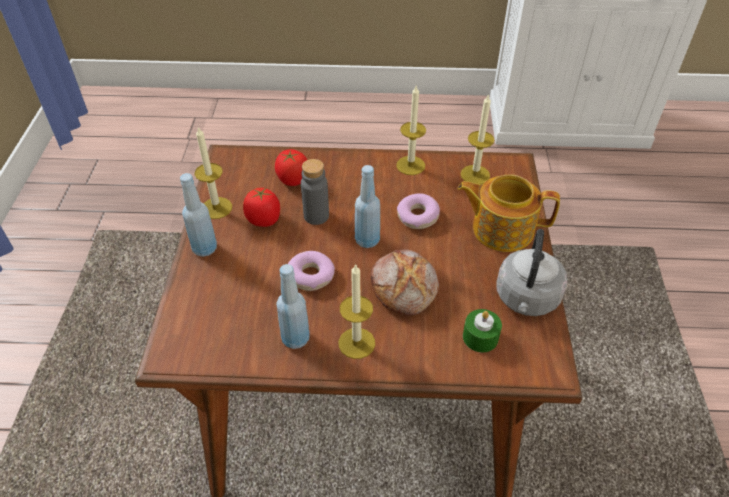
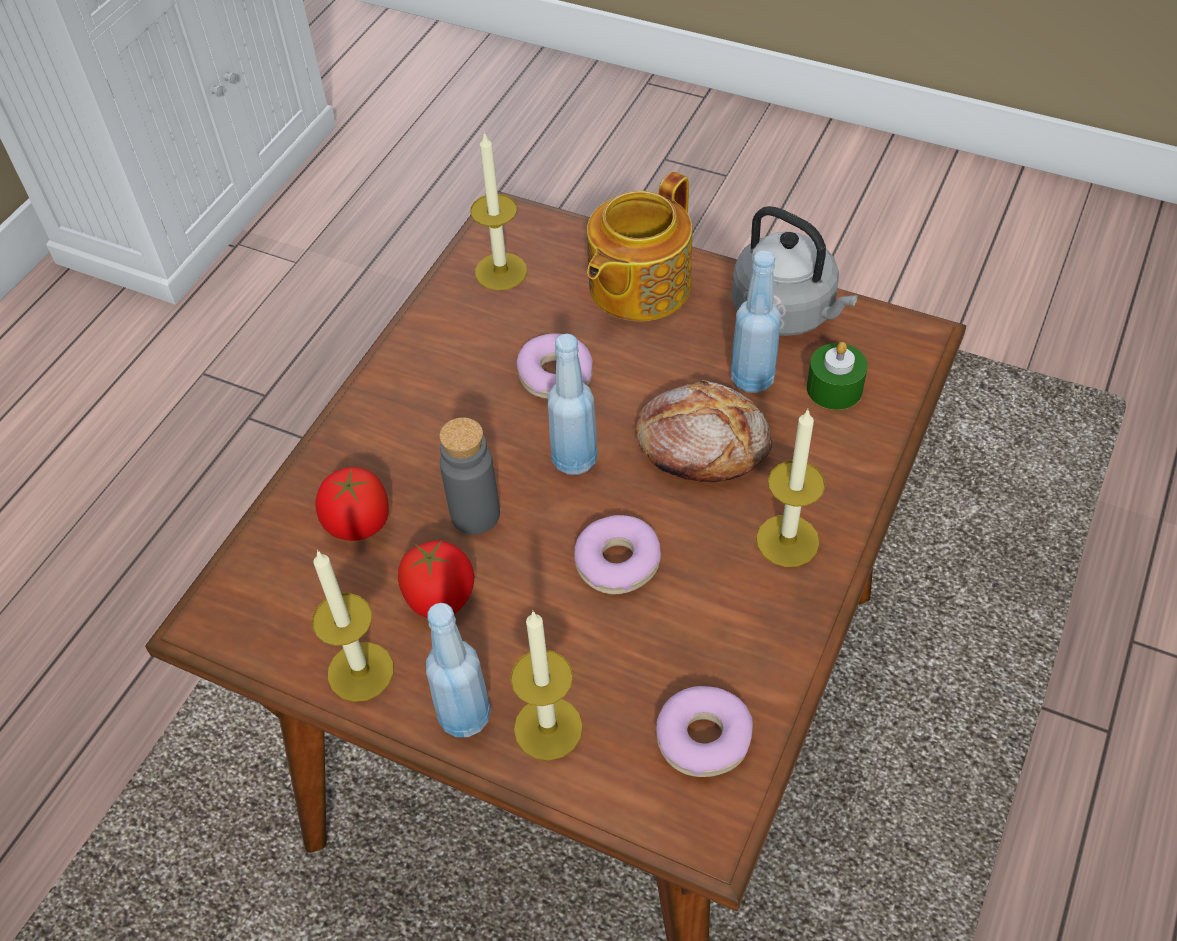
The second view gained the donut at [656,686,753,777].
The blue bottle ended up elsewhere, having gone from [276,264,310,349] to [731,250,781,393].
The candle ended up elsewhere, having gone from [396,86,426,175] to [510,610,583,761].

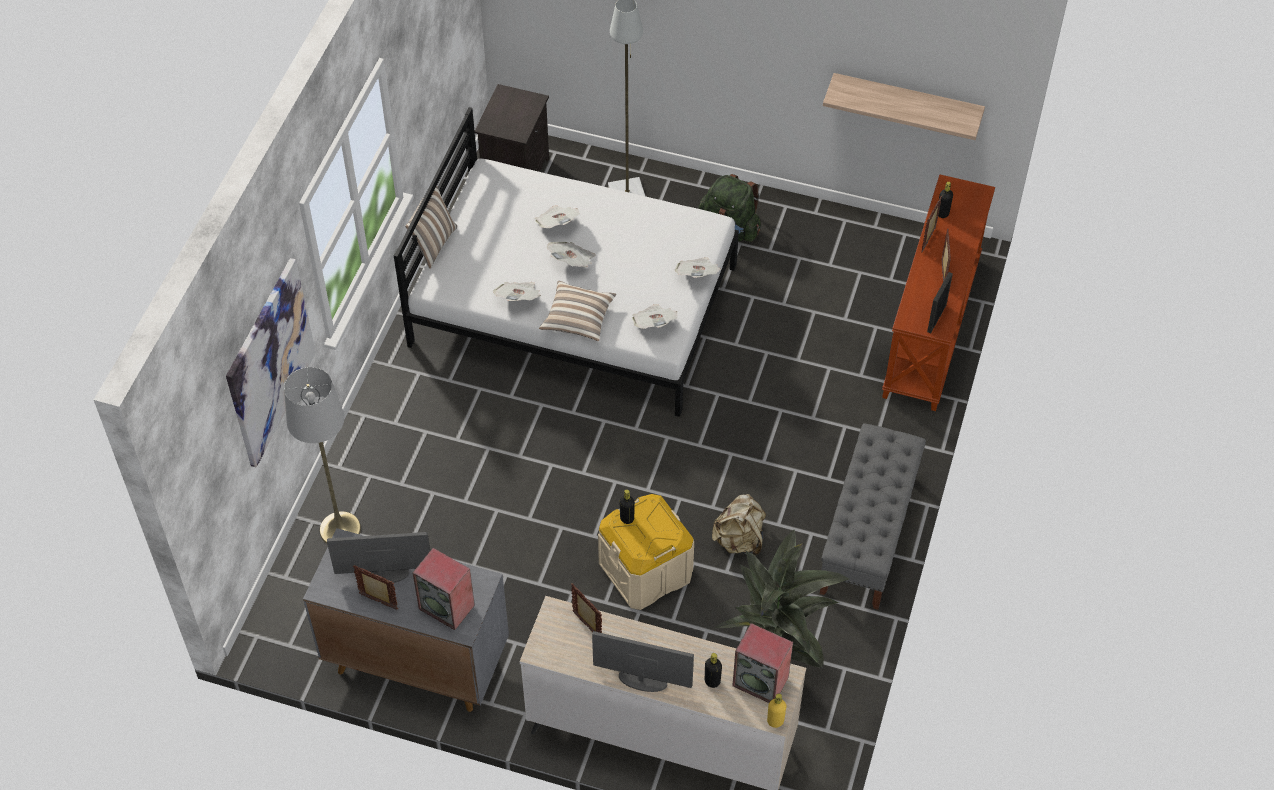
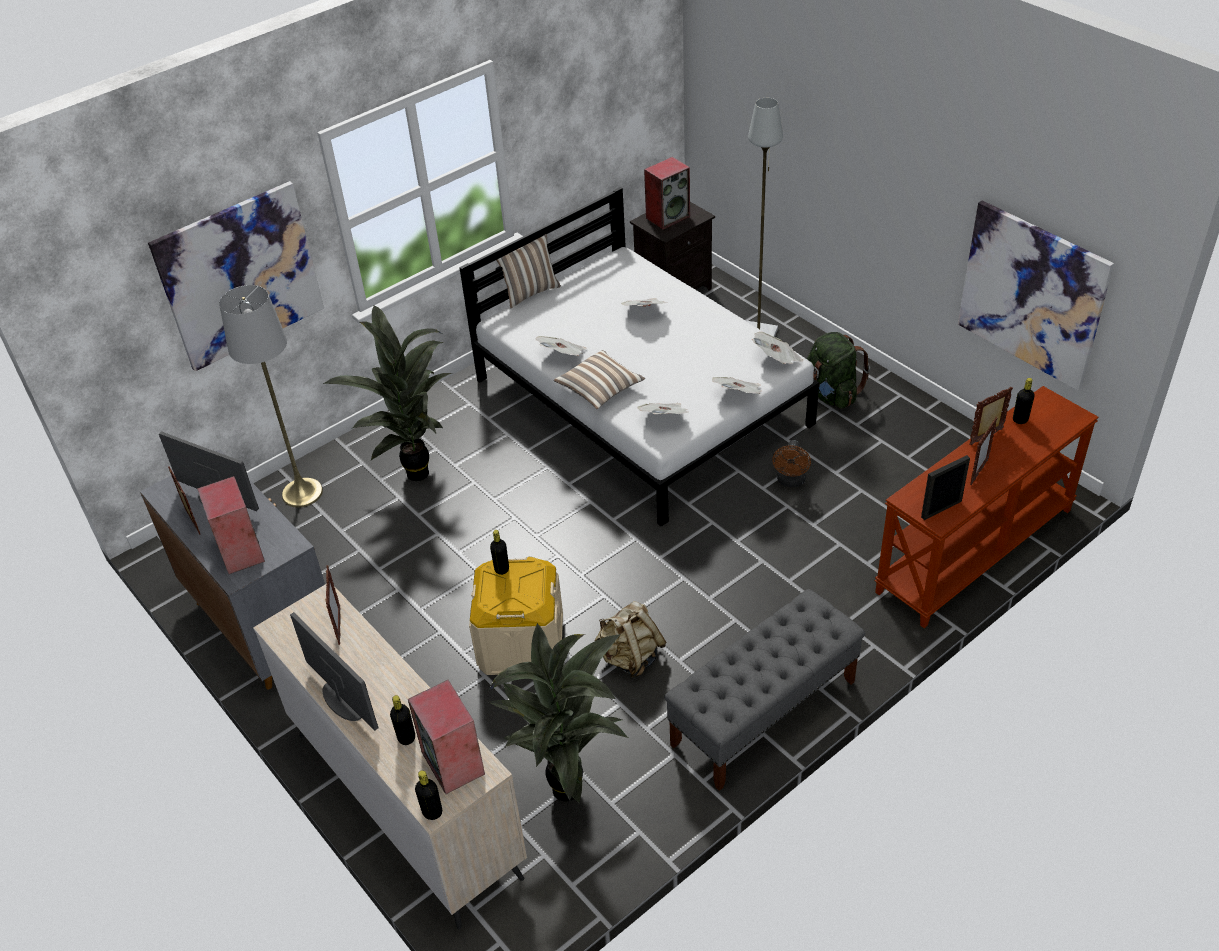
The second view gained the potted plant at [323,305,452,481].
The second view gained the speaker at [644,157,690,230].
The second view gained the brown fan at [772,440,811,487].
The newspaper ended up elsewhere, having gone from [547,242,596,267] to [752,332,803,364].
Where the shelf hung at [823,73,985,140], the picture came to hang at [958,201,1114,390].
What was the yellow bottle at [767,694,786,728] turned into the black bottle at [415,770,442,820].

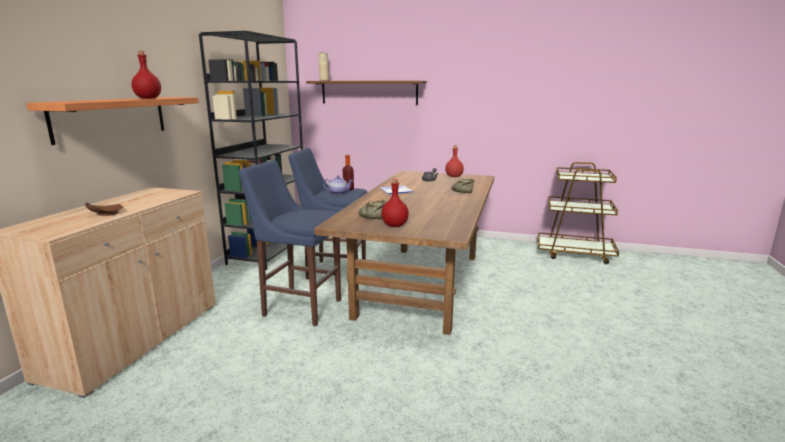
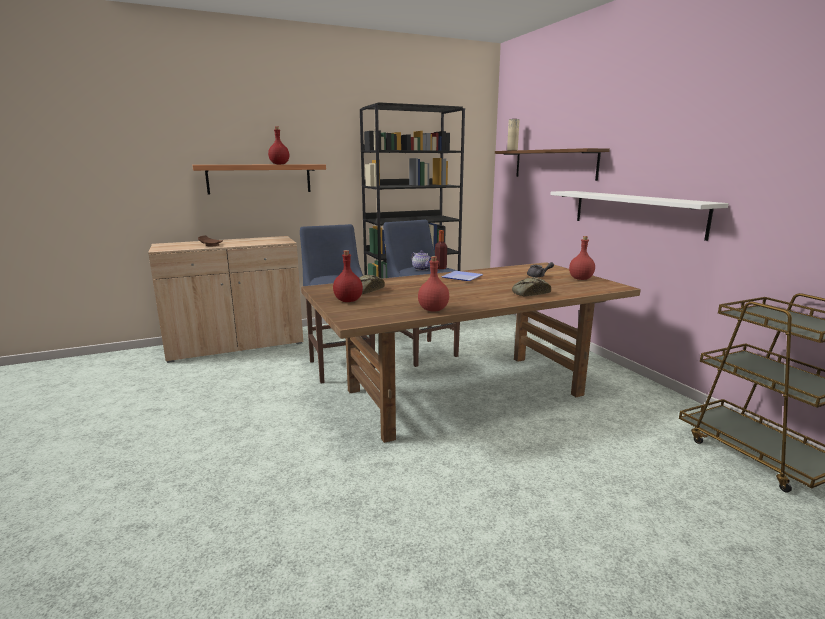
The second view gained the red bottle at [418,256,449,312].
The second view gained the white shelf at [550,191,729,241].

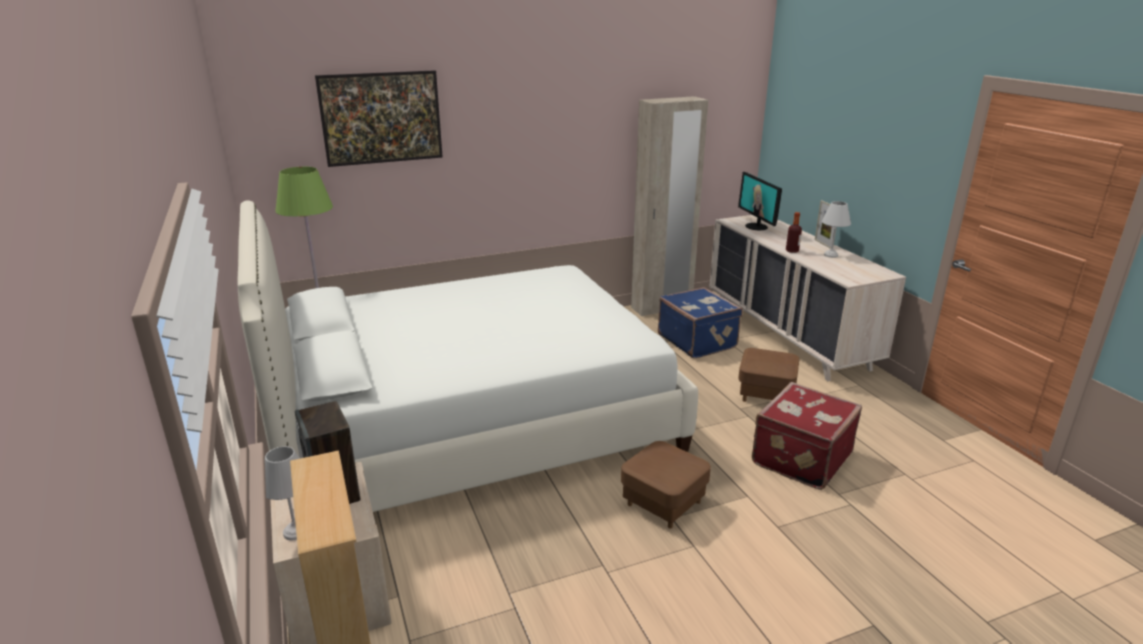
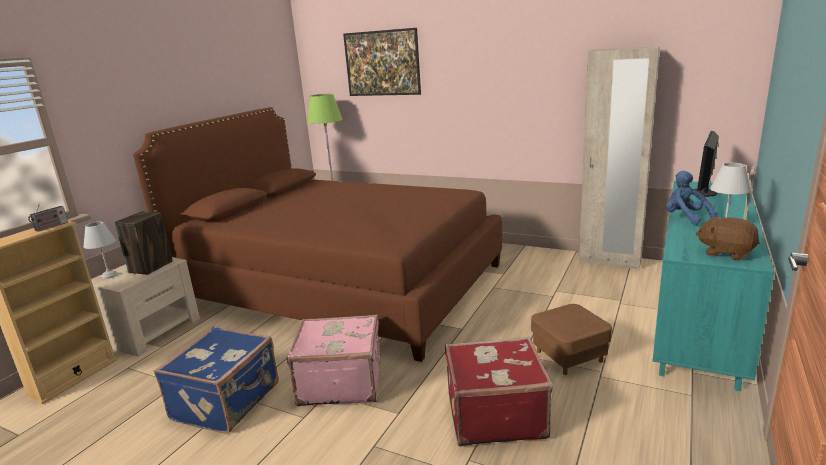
The second view gained the radio at [28,202,68,232].
The second view gained the brown plush toy at [696,216,760,261].
The blue suitcase ended up elsewhere, having gone from [658,287,743,358] to [154,327,279,434].
Where the brown ottoman stood at [621,441,711,529], the pink suitcase came to stand at [287,314,381,407].
Where the bottle stood at [786,212,802,253], the blue plush toy came to stand at [666,171,717,225].
What was the white bed at [238,200,698,512] turned into the brown bed at [133,107,502,362].
What was the beige dresser at [709,215,906,381] turned into the turquoise dresser at [653,181,774,391].

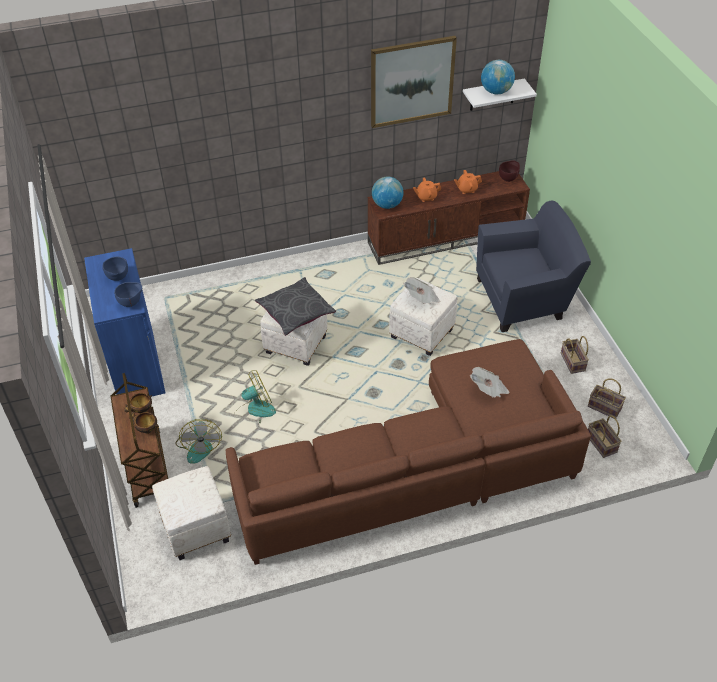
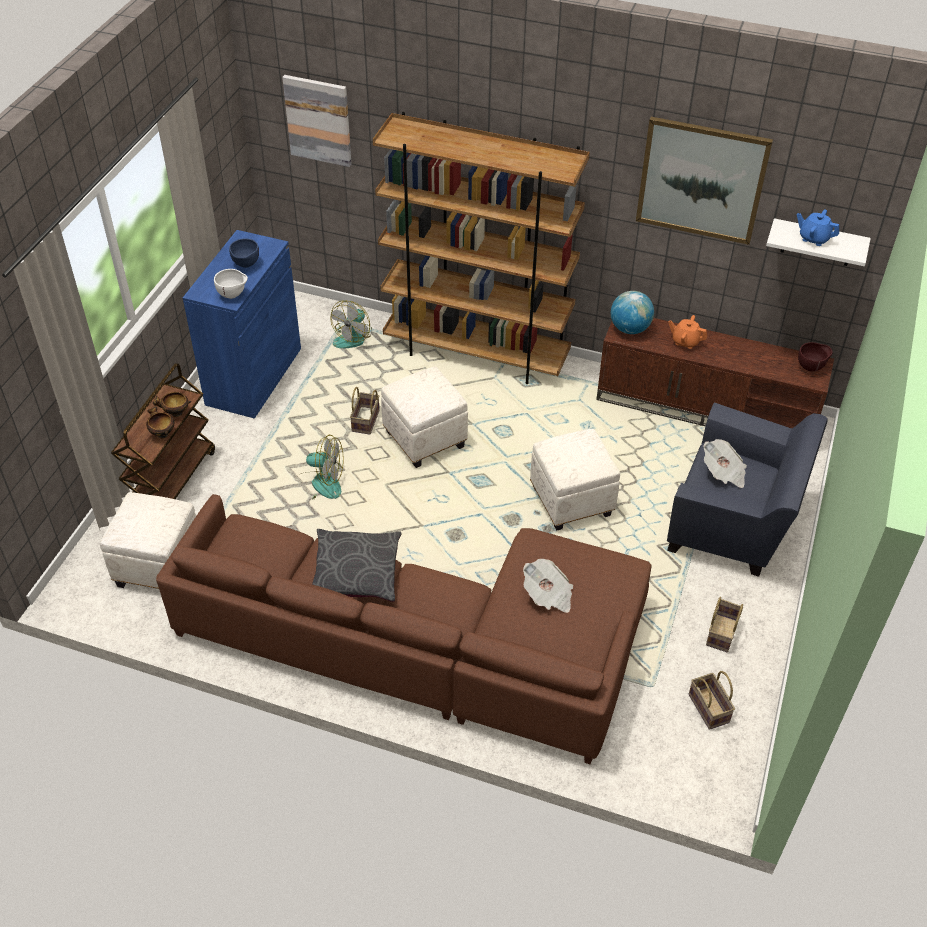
The second view lost the orange teapot at [454,170,482,194].
The second view gained the picture at [282,75,351,167].
The second view gained the brown bookcase at [373,112,590,384].
The fan ended up elsewhere, having gone from [176,419,222,464] to [330,300,372,348].
The grey pillow ended up elsewhere, having gone from [255,277,336,336] to [312,529,402,602].
The newspaper ended up elsewhere, having gone from [403,277,440,304] to [704,439,747,488].
The basket ended up elsewhere, having gone from [588,415,622,458] to [350,387,380,435].
Where the globe stood at [481,60,515,94], the blue teapot came to stand at [797,209,839,246].
What was the blue bowl at [114,282,142,307] turned into the white bowl at [214,269,248,299].

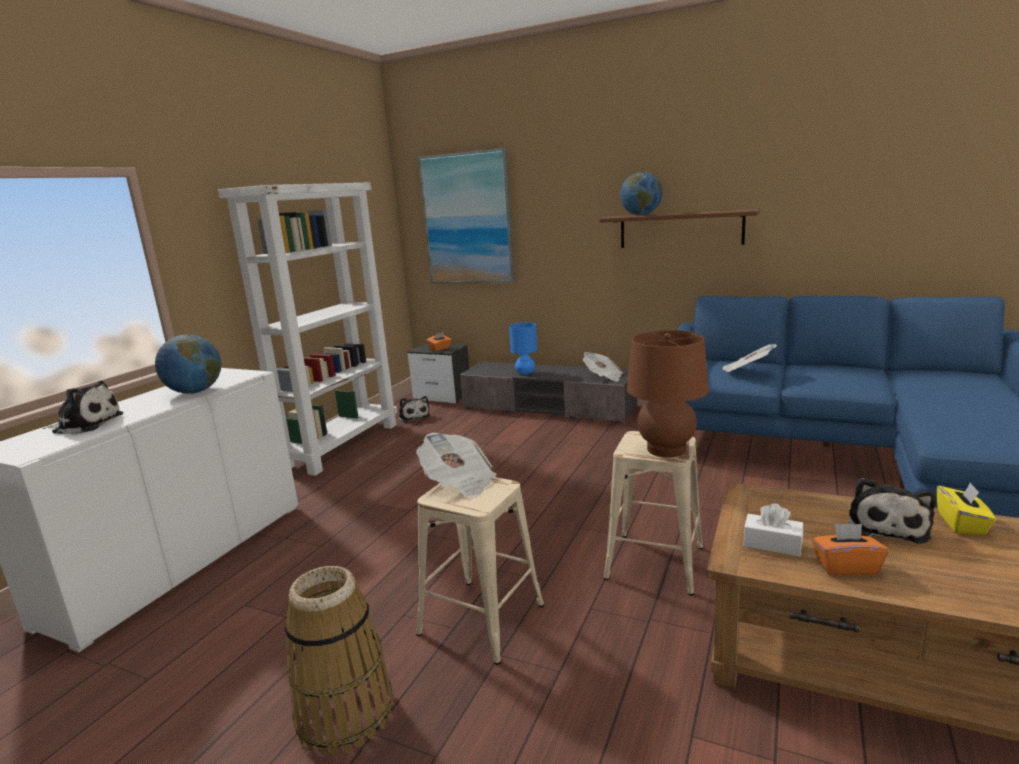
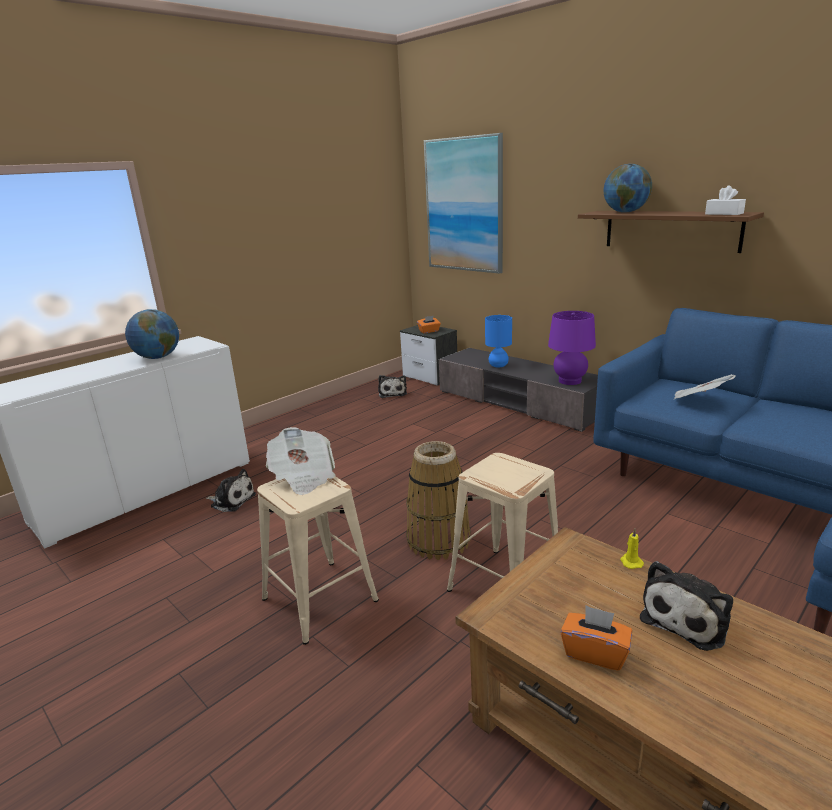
The second view lost the white bookcase at [218,182,397,476].
The second view lost the brown table lamp at [627,330,709,457].
The second view lost the yellow tissue box at [937,482,996,535].
The second view gained the yellow candle at [620,529,644,569].
The plush toy ended up elsewhere, having gone from [43,380,124,435] to [206,469,256,512].
The basket ended up elsewhere, having gone from [285,566,393,755] to [406,441,471,560].
The white tissue box ended up elsewhere, having gone from [743,503,803,557] to [705,185,746,215].
Where the newspaper stood at [583,352,623,381], the purple table lamp came to stand at [548,311,596,385].

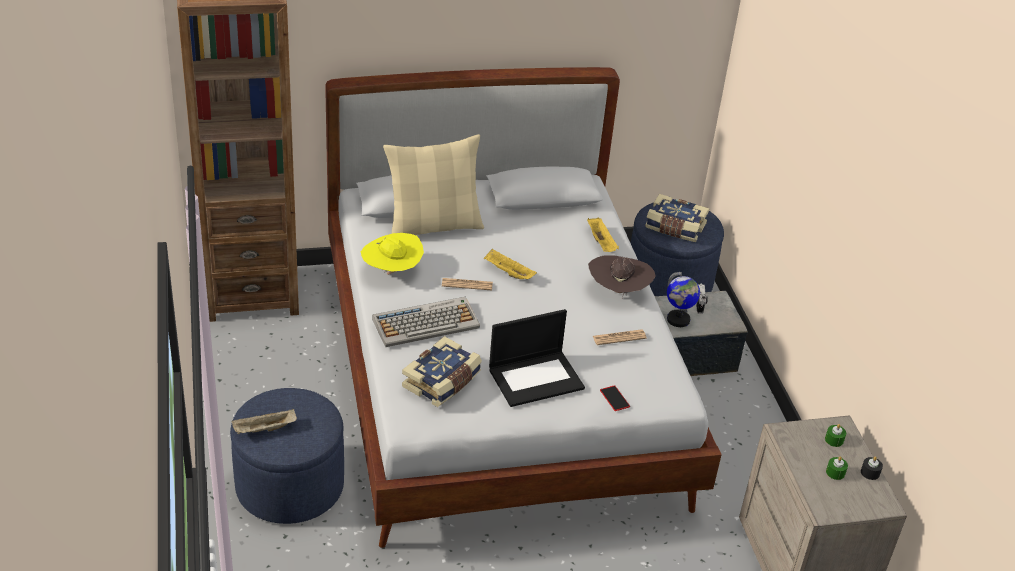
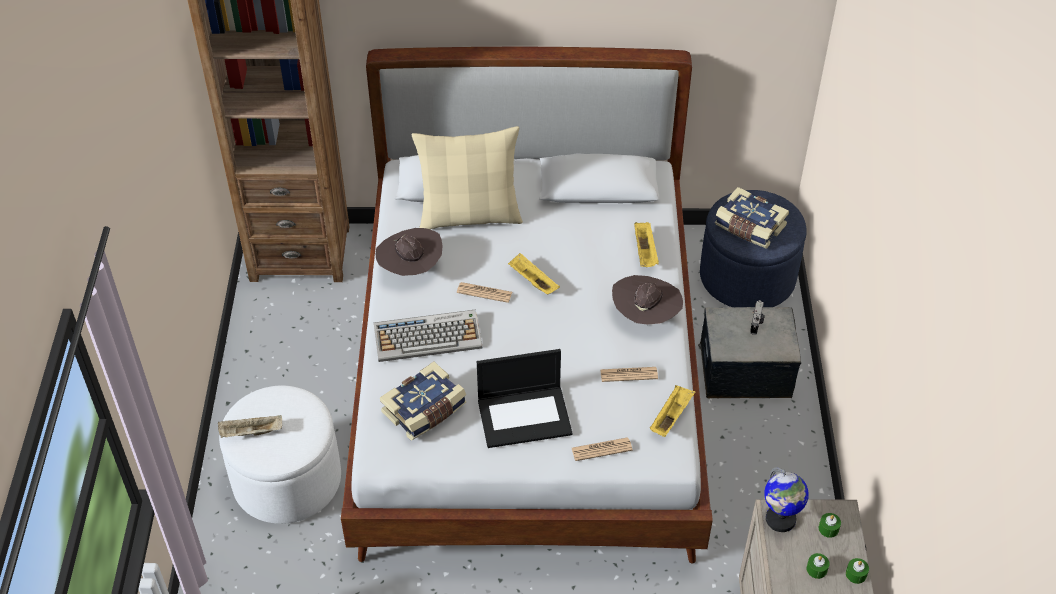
The second view gained the yellow tray at [650,385,696,437].
The globe ended up elsewhere, having gone from [667,272,700,327] to [764,467,809,532].
Where the phone stood at [600,385,630,411], the newspaper came to stand at [572,437,633,461].
What was the blue ottoman at [230,388,344,524] turned into the white ottoman at [219,385,341,524].
What was the yellow hat at [361,233,424,275] turned into the brown hat at [375,228,443,276].
What was the black candle at [861,457,883,480] turned into the green candle at [846,558,869,584].

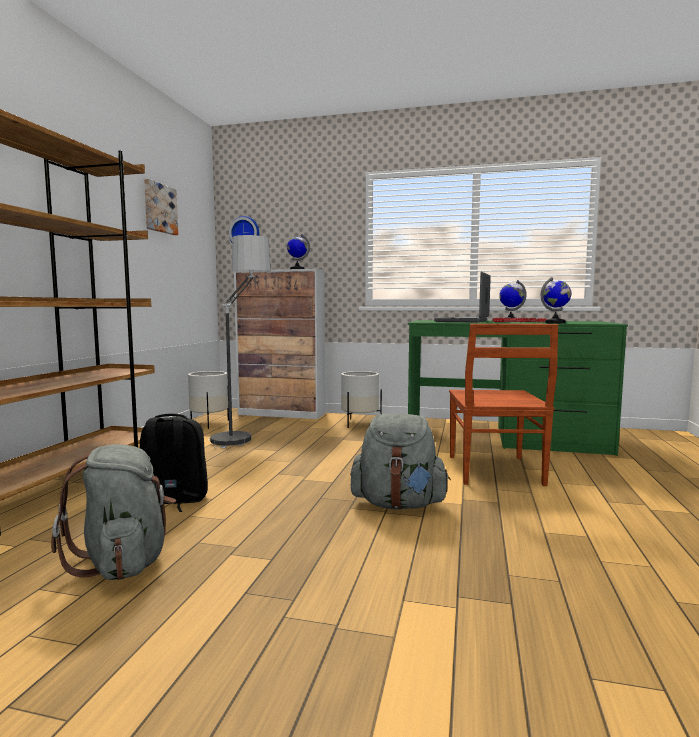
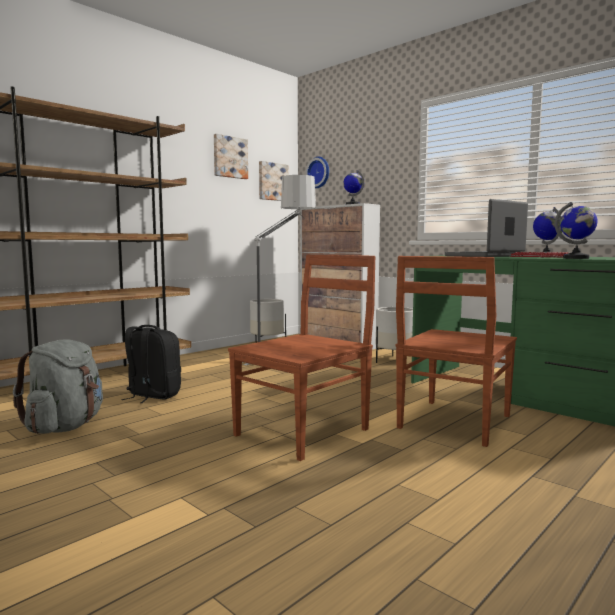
The second view gained the picture at [259,161,288,201].
Where the grey backpack stood at [350,413,451,509], the brown chair came to stand at [228,255,376,461].

